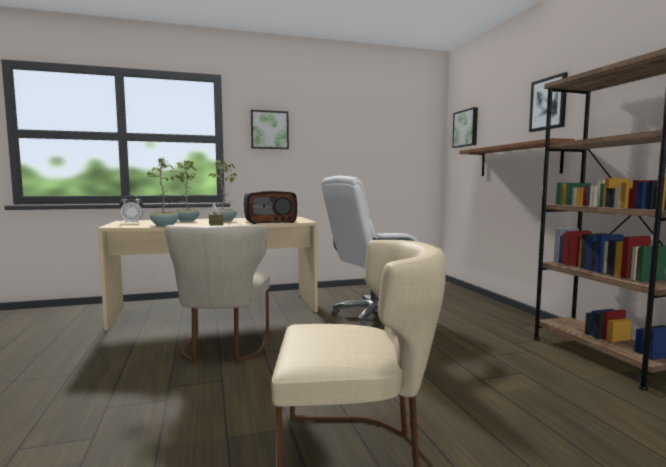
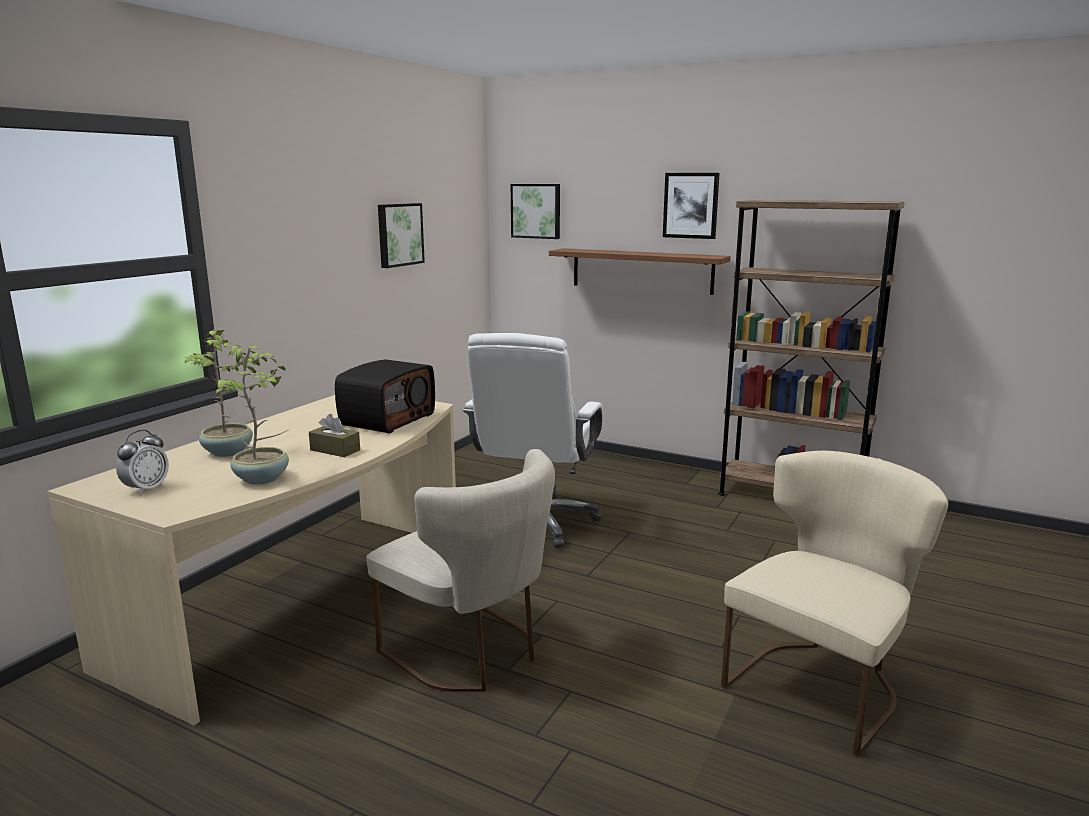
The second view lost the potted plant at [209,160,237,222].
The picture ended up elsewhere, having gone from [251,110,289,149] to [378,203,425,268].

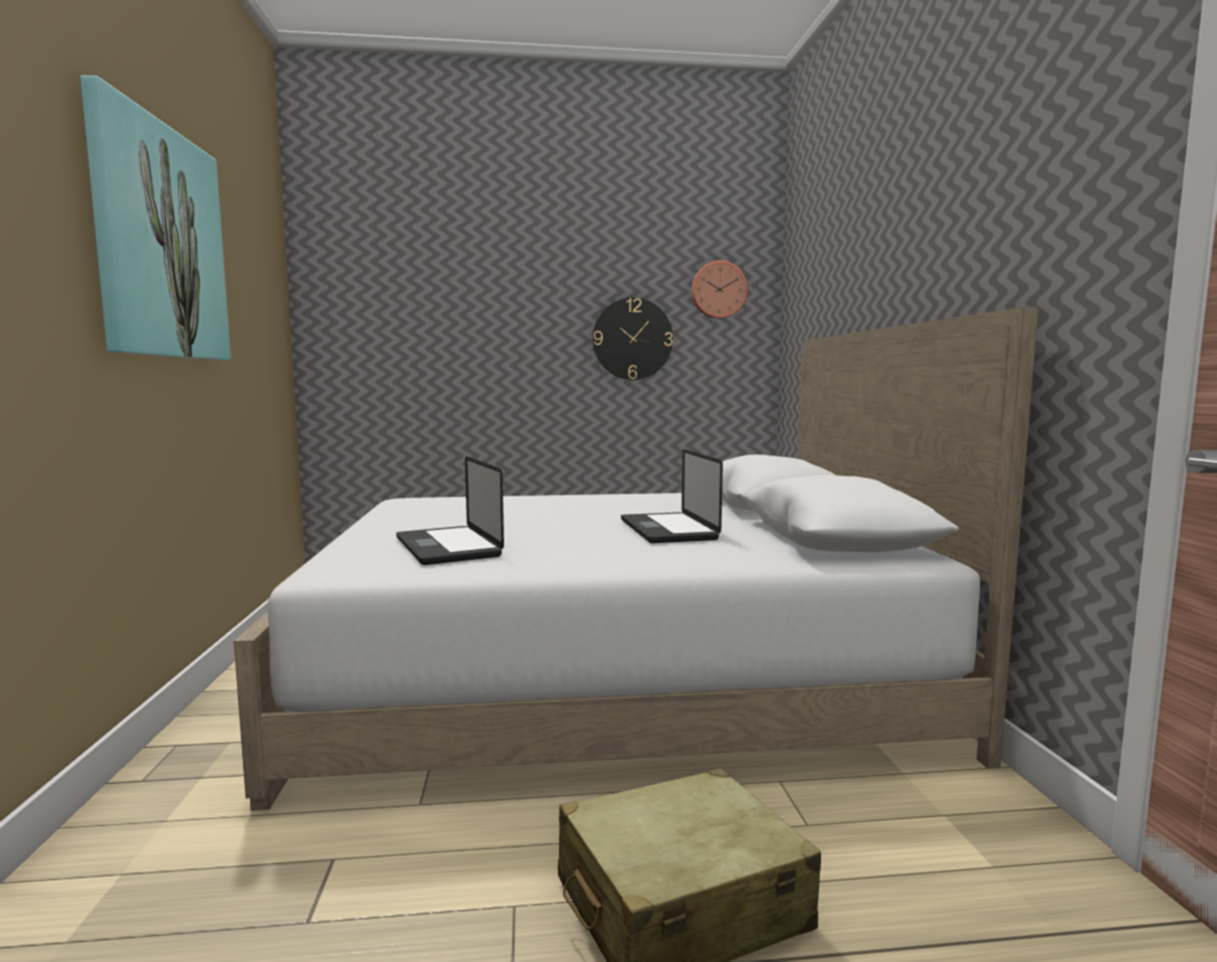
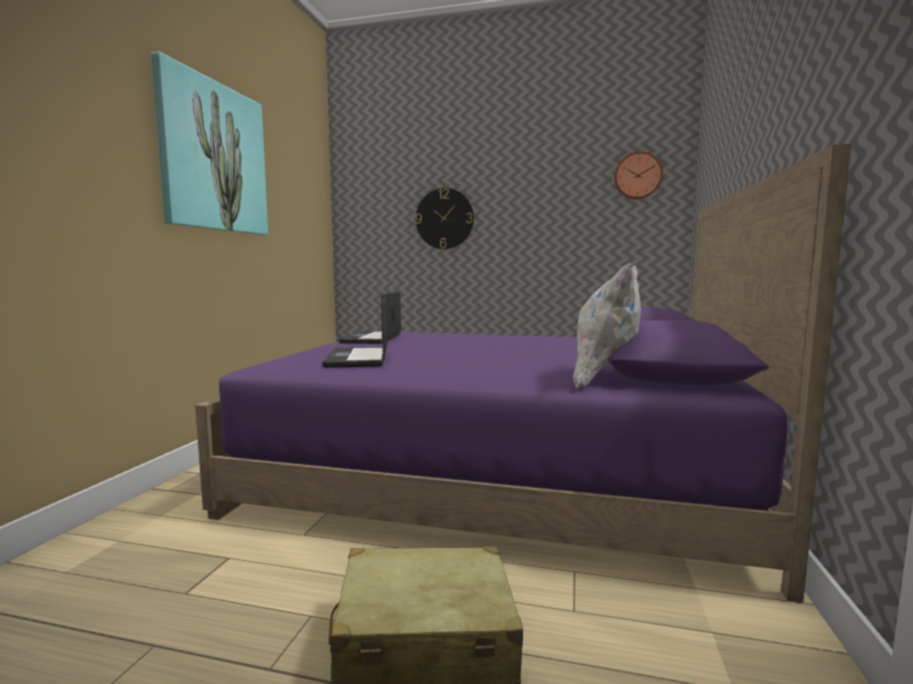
The second view gained the white pillow at [573,263,641,389].
The wall clock ended up elsewhere, having gone from [592,297,673,380] to [415,188,474,249].
The laptop ended up elsewhere, having gone from [621,449,723,543] to [339,291,401,344].
What was the white bed at [234,307,1039,811] turned into the purple bed at [195,143,851,603].

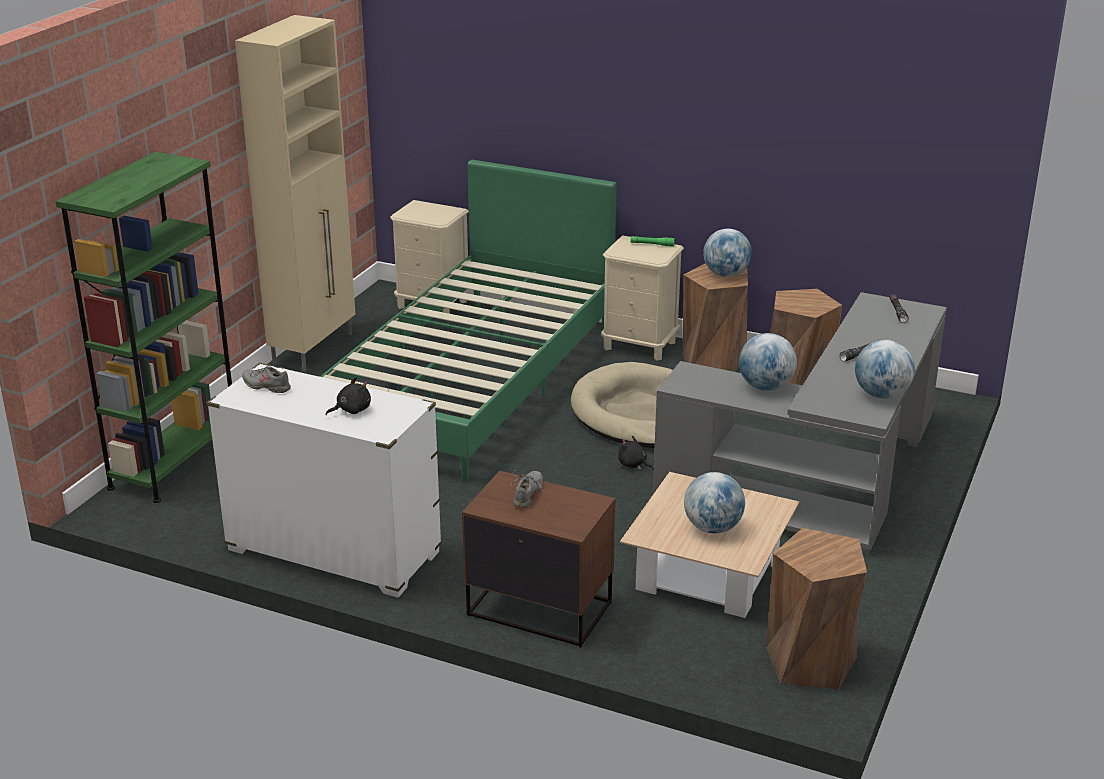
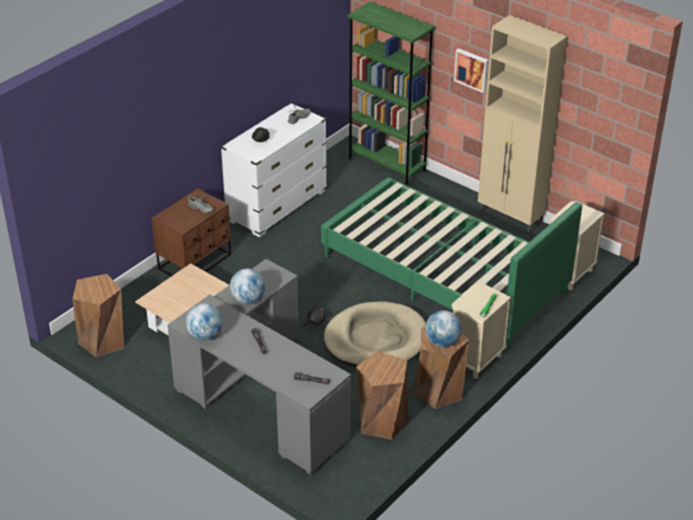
The second view lost the globe at [684,472,745,533].
The second view gained the picture at [454,48,489,93].

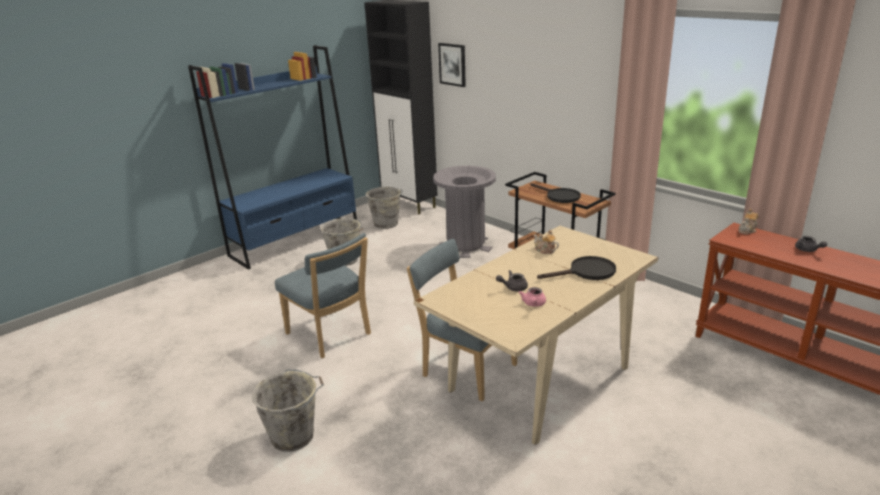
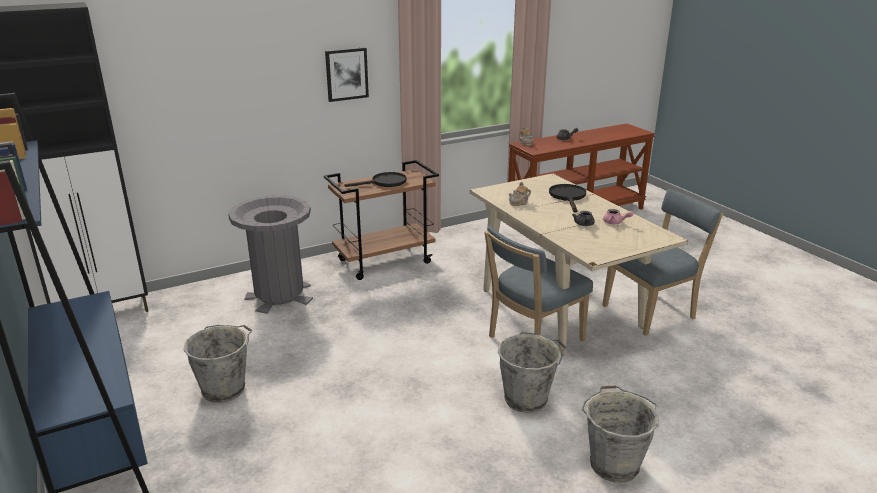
The blue chair ended up elsewhere, having gone from [275,233,371,358] to [603,189,723,336].
The grey bucket ended up elsewhere, having gone from [366,187,402,229] to [498,332,566,413].
The picture ended up elsewhere, having gone from [438,43,466,87] to [325,47,369,102].

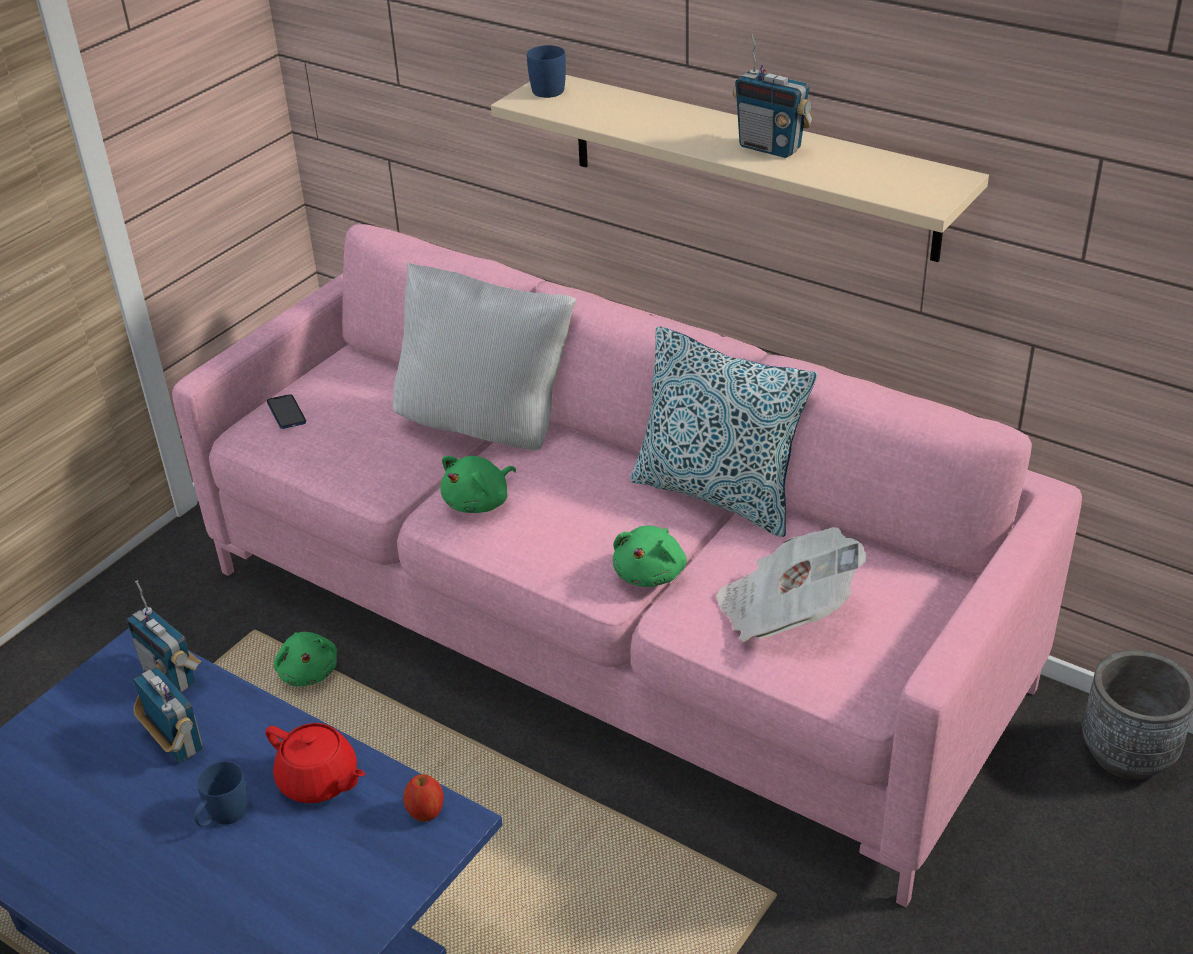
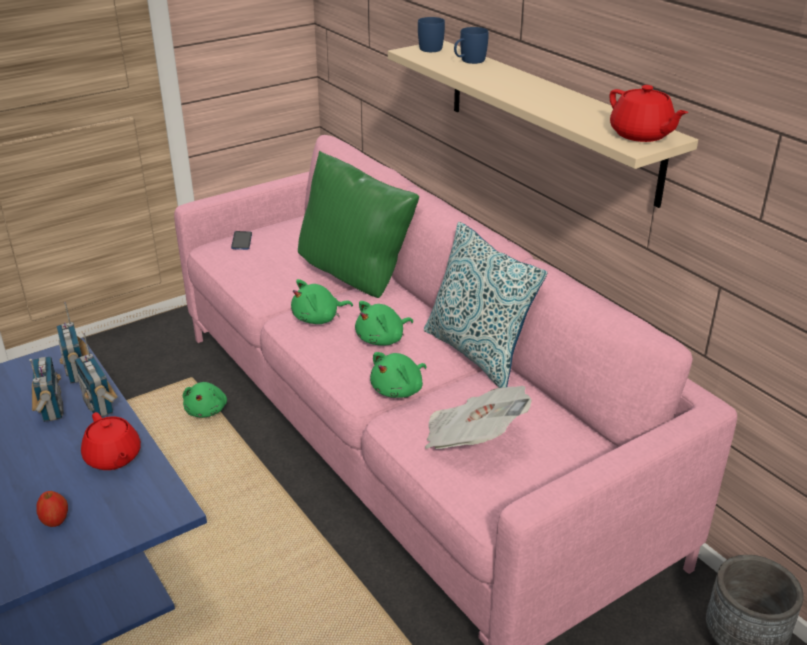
The second view gained the green plush toy at [355,301,413,345].
The second view gained the red teapot at [609,85,688,142].
The blue mug ended up elsewhere, having gone from [194,761,248,827] to [454,27,489,64].
The apple ended up elsewhere, having gone from [403,774,444,822] to [36,491,68,527].
The radio ended up elsewhere, having gone from [733,34,814,158] to [75,333,118,417].
What was the white pillow at [393,262,576,450] turned into the green pillow at [298,151,420,298].

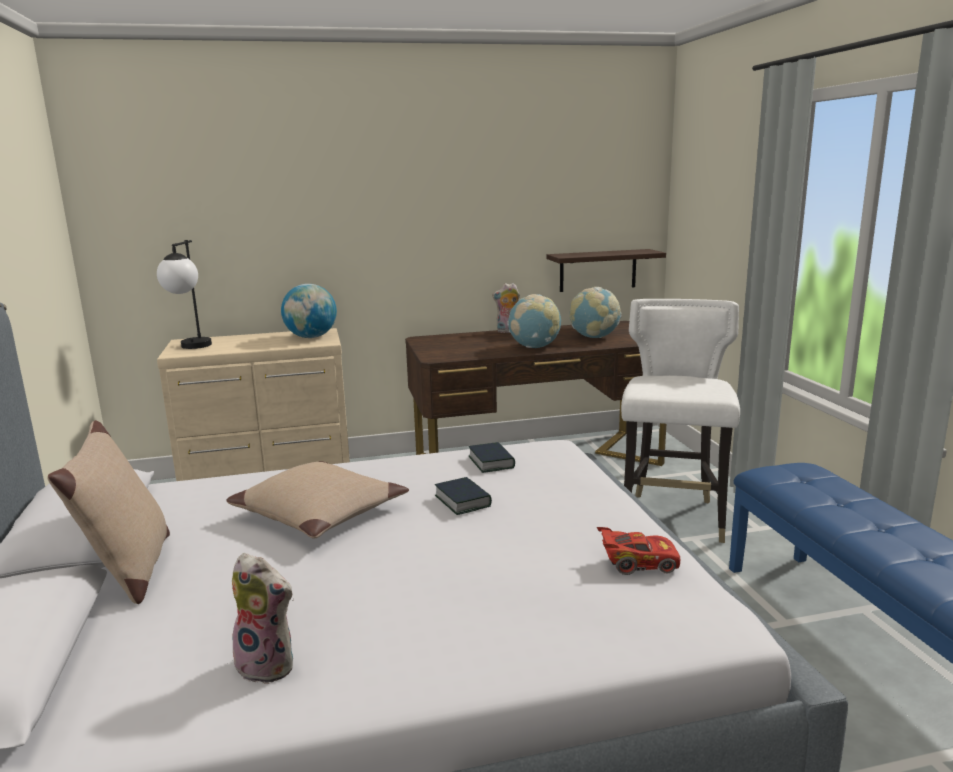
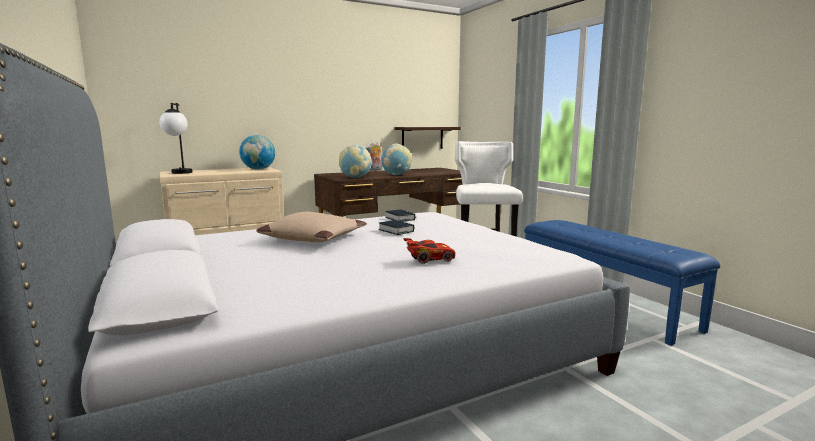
The second view lost the beige pillow at [48,420,170,604].
The second view lost the plush toy at [232,553,293,684].
The globe ended up elsewhere, having gone from [570,287,622,338] to [339,145,372,178].
The red toy car ended up elsewhere, having gone from [597,527,680,575] to [403,238,455,264].

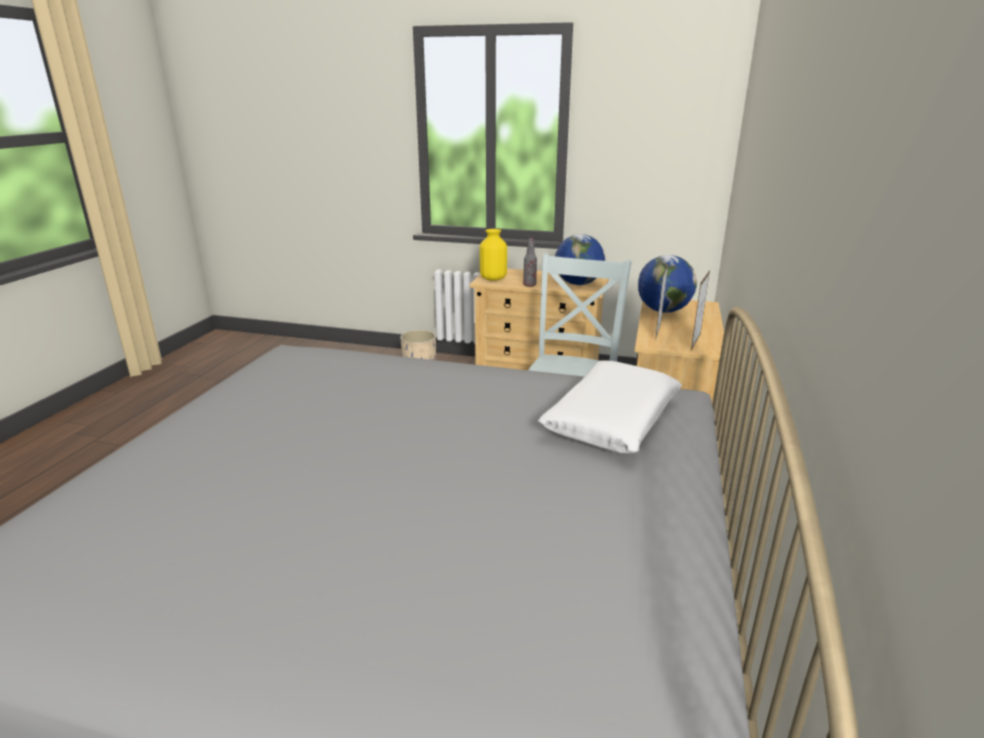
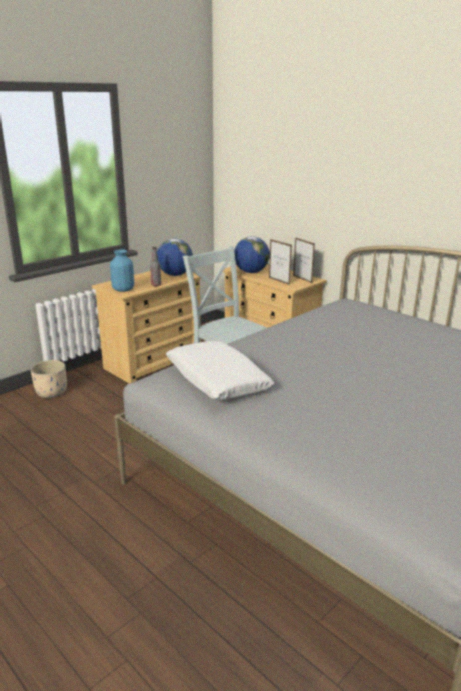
The white pillow ended up elsewhere, having gone from [538,361,682,454] to [166,341,275,400].
What was the yellow vase at [480,229,507,281] turned into the blue vase at [110,250,134,292].

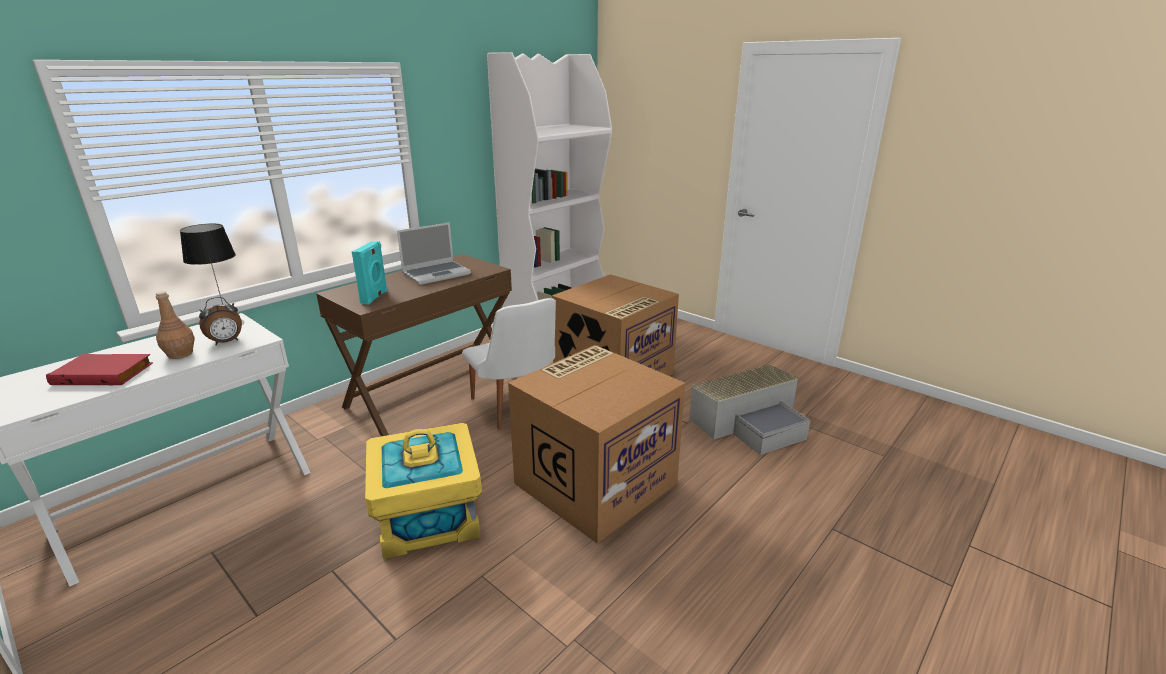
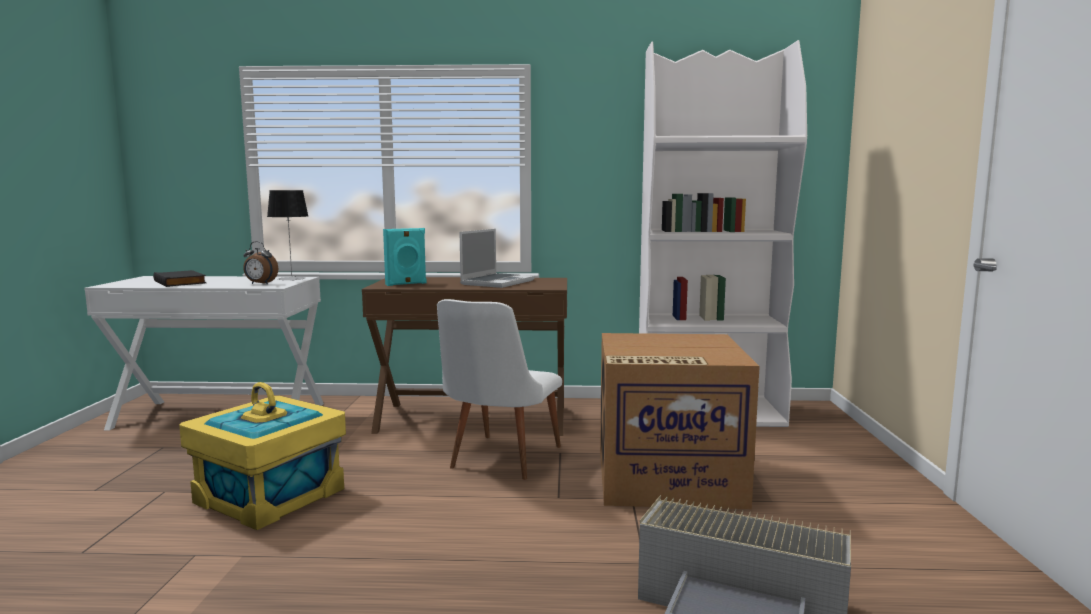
The second view lost the brown bottle at [156,291,195,359].
The second view lost the cardboard box at [508,345,685,544].
What was the red book at [46,354,153,385] turned into the black book at [153,270,207,287].
The laptop at [397,222,471,285] ended up facing another way, 75 degrees counterclockwise from before.

